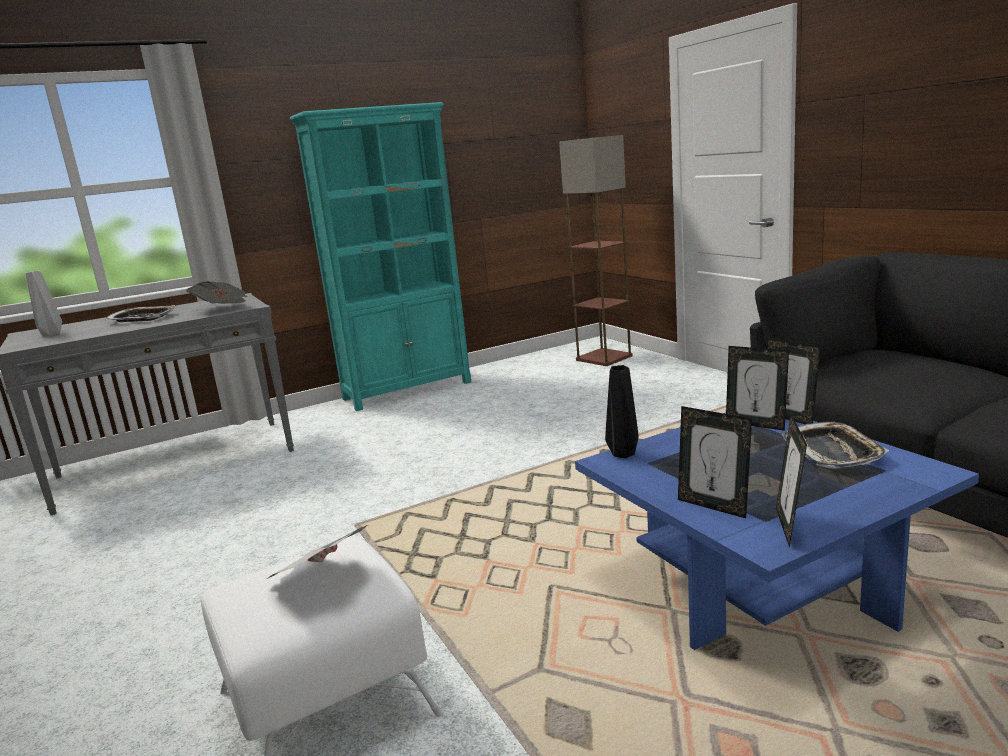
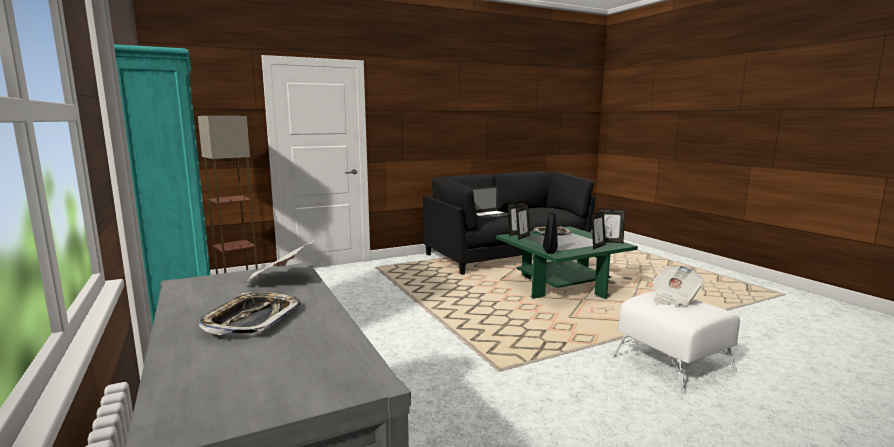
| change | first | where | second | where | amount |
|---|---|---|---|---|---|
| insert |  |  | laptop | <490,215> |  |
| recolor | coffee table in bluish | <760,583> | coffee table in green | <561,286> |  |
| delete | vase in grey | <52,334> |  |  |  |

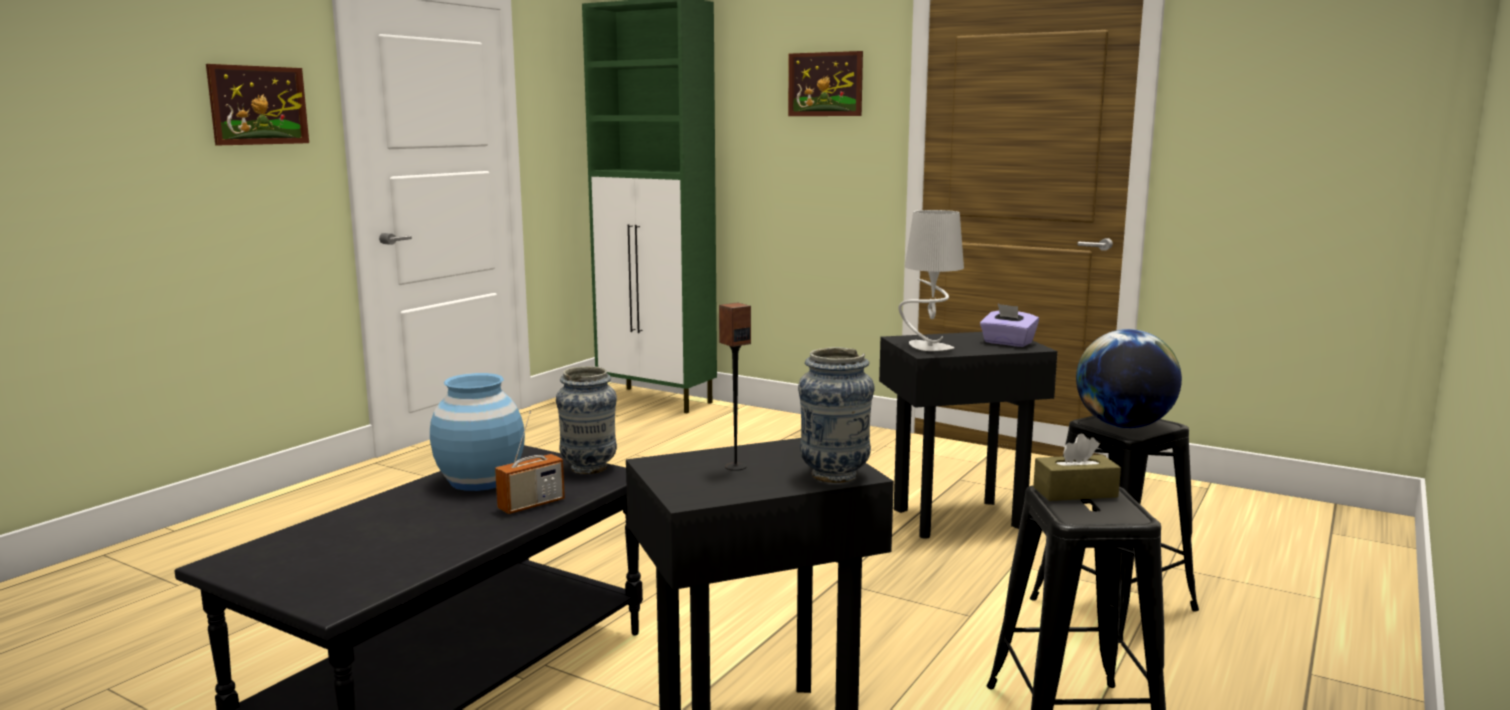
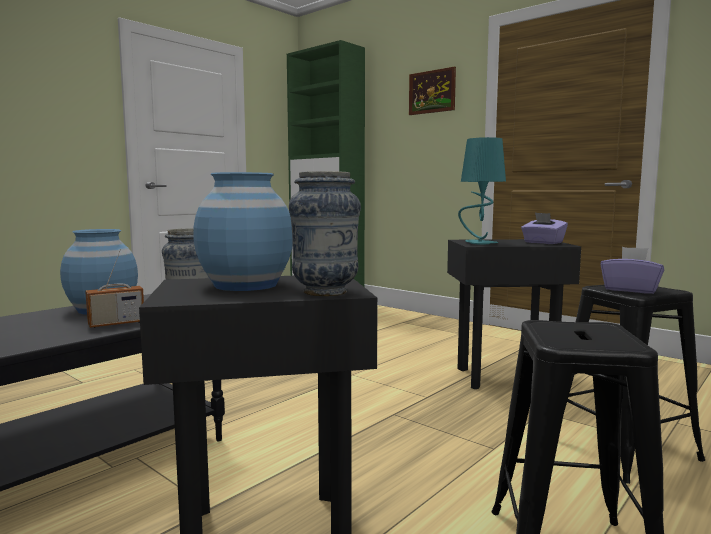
| change | first | where | second | where | amount |
|---|---|---|---|---|---|
| replace | audio speaker | <735,467> | vase in bluish | <245,285> |  |
| recolor | lamp for a table in grey | <927,348> | lamp for a table in turquoise | <478,243> |  |
| replace | world globe | <1123,426> | box of tissues in purple-coloured | <630,290> |  |
| delete | picture | <258,105> |  |  |  |
| delete | box of tissues in brown | <1075,492> |  |  |  |

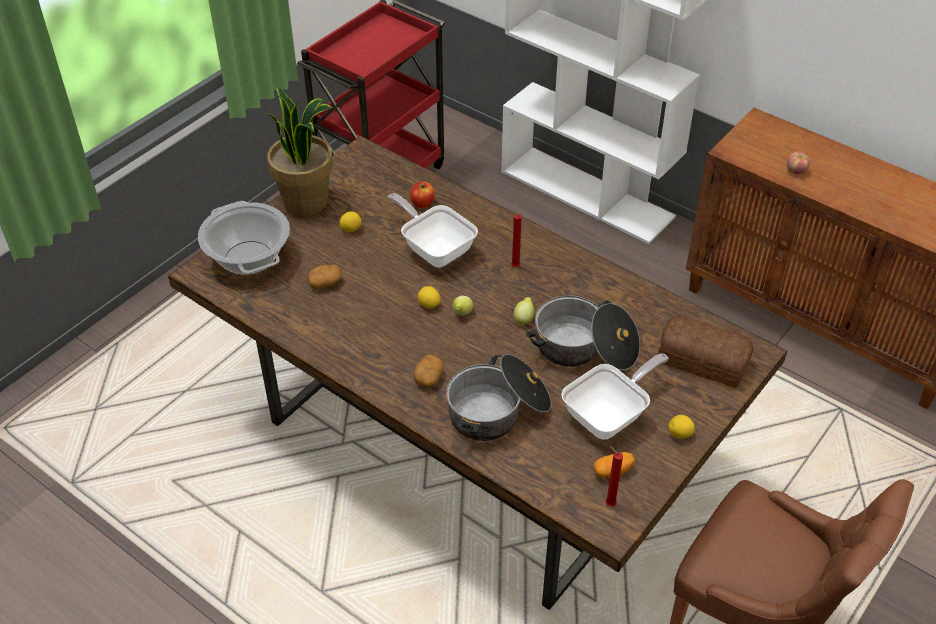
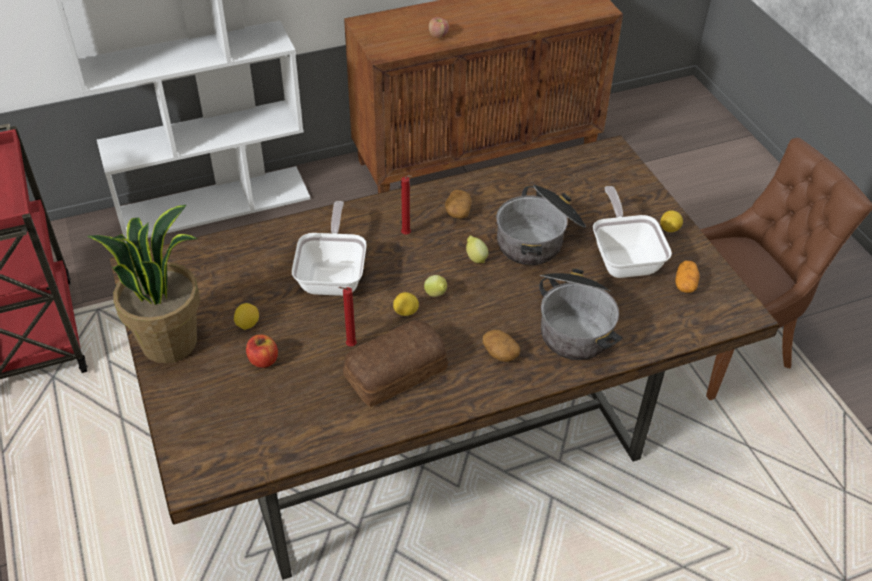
| change | first | where | second | where | amount |
|---|---|---|---|---|---|
| move | apple fruit | <422,203> |  | <263,360> |  |
| rotate | skillet | <435,249> |  | <333,275> | 105 degrees clockwise |
| move | wax candle in red | <608,503> |  | <349,346> |  |
| move | bakery bread | <702,359> |  | <393,372> |  |
| move | potato | <325,283> |  | <458,211> |  |
| delete | cooking pot | <249,258> |  |  |  |

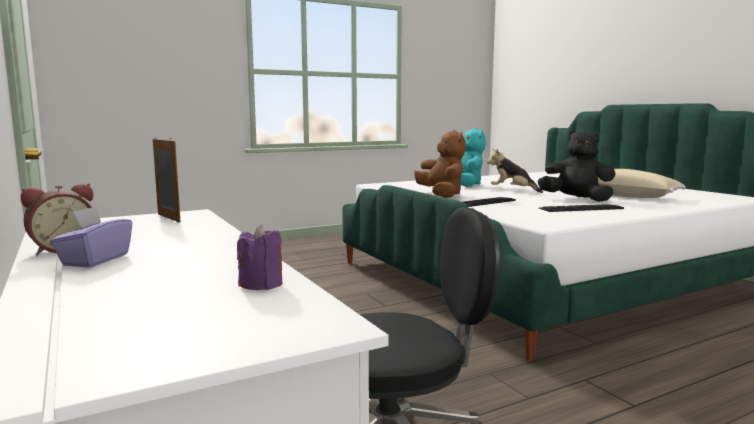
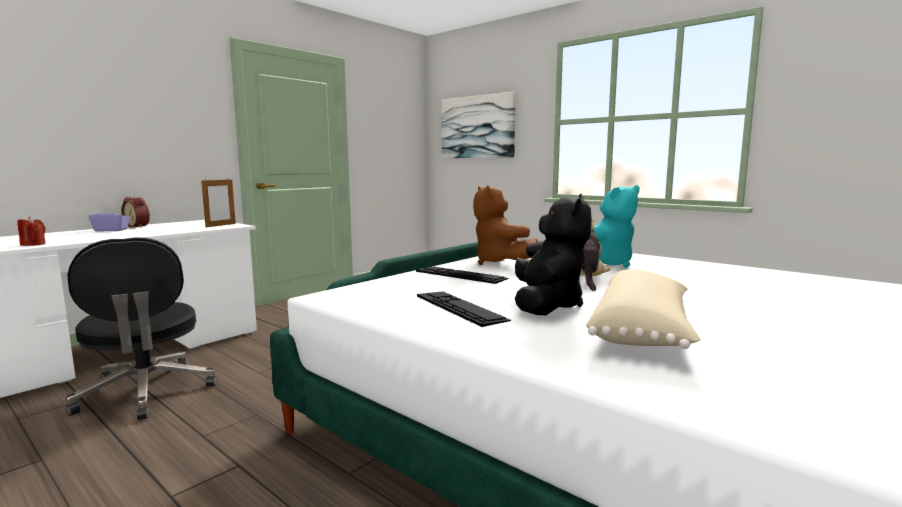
| change | first | where | second | where | amount |
|---|---|---|---|---|---|
| recolor | wax candle in purple-coloured | <261,284> | wax candle in red | <33,244> |  |
| insert |  |  | picture | <477,127> |  |
| rotate | cuddly toy in brown | <441,195> |  | <499,263> | 105 degrees clockwise |

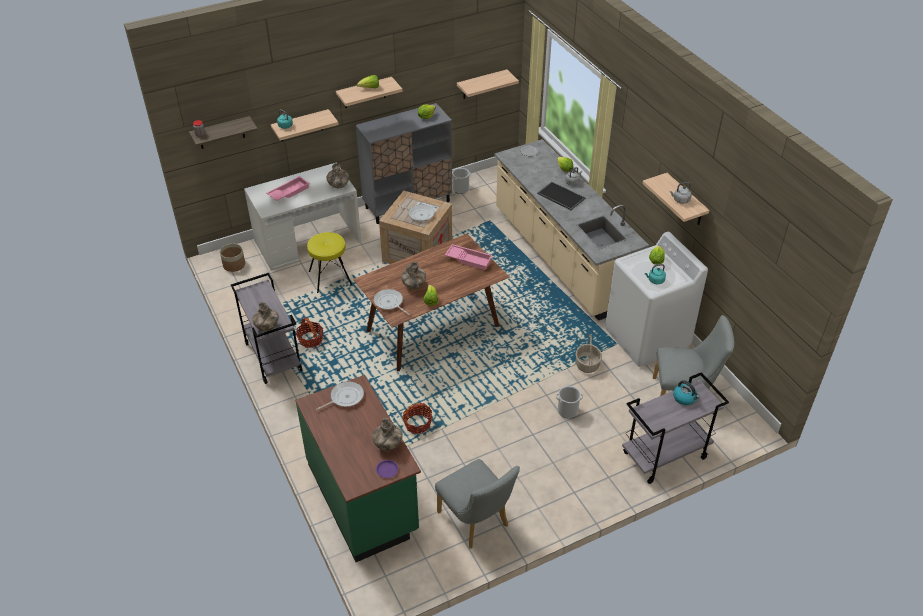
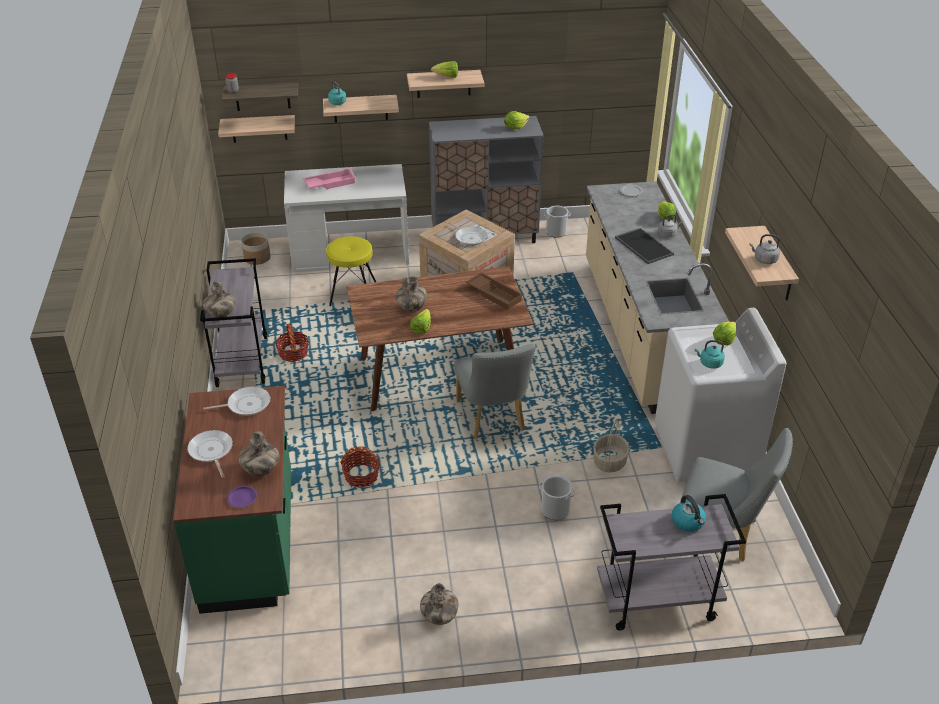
| change | first | where | second | where | amount |
|---|---|---|---|---|---|
| move | skillet | <389,303> |  | <211,451> |  |
| move | bracket shelf | <481,84> |  | <259,128> |  |
| move | vase | <338,186> |  | <440,616> |  |
| move | upright chair in grey | <476,522> |  | <492,419> |  |
| recolor | tray in pink | <469,259> | tray in brown | <495,294> |  |

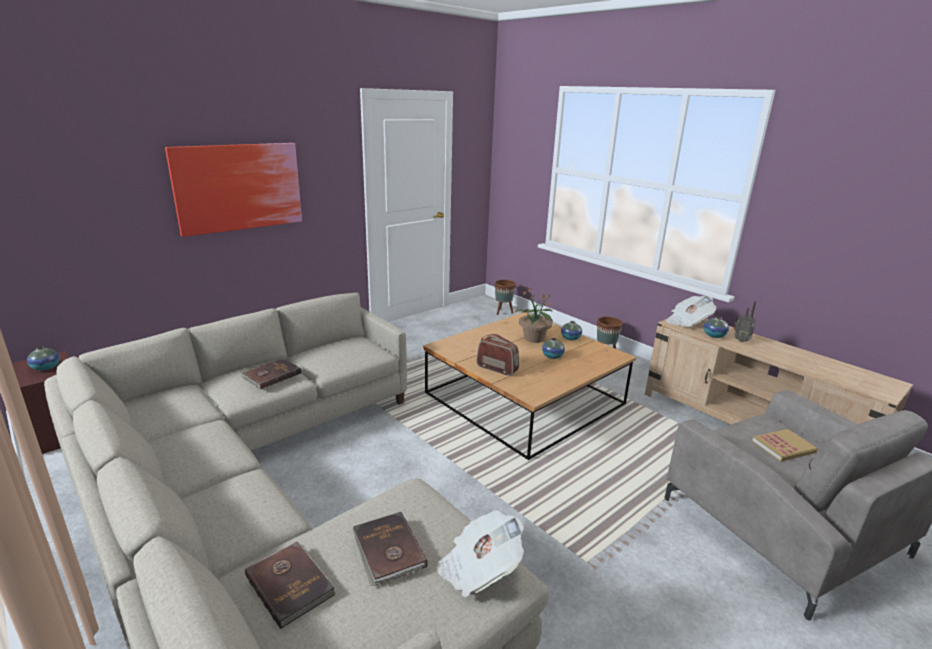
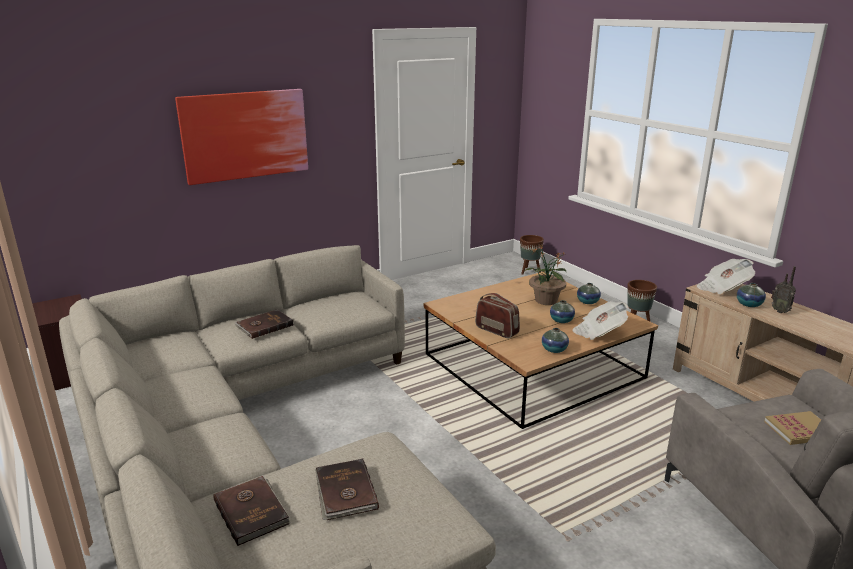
| change | first | where | second | where | amount |
|---|---|---|---|---|---|
| move | vase | <46,367> |  | <554,349> |  |
| move | newspaper | <479,568> |  | <598,332> |  |

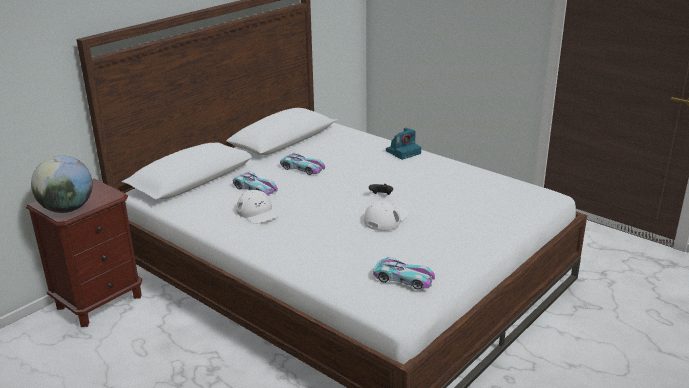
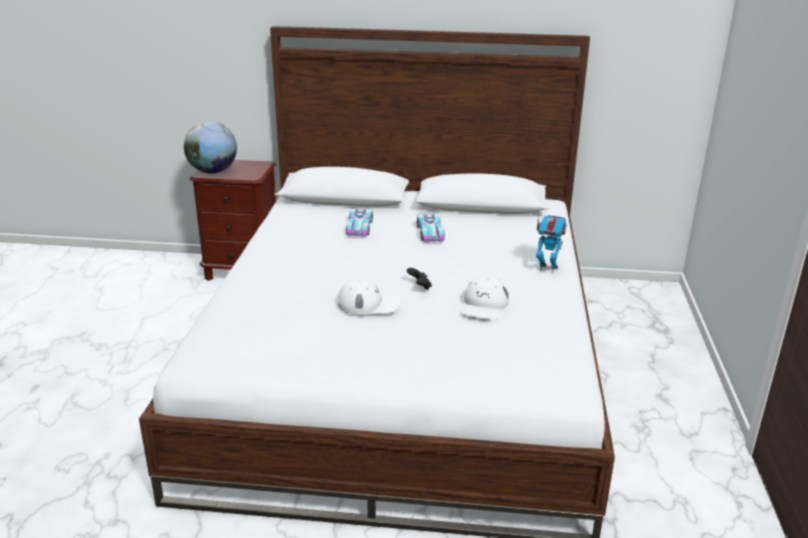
| change | first | where | second | where | amount |
|---|---|---|---|---|---|
| move | cap in whitish | <258,212> |  | <484,305> |  |
| replace | still camera | <403,152> | robot figure | <547,268> |  |
| delete | toy car | <403,278> |  |  |  |

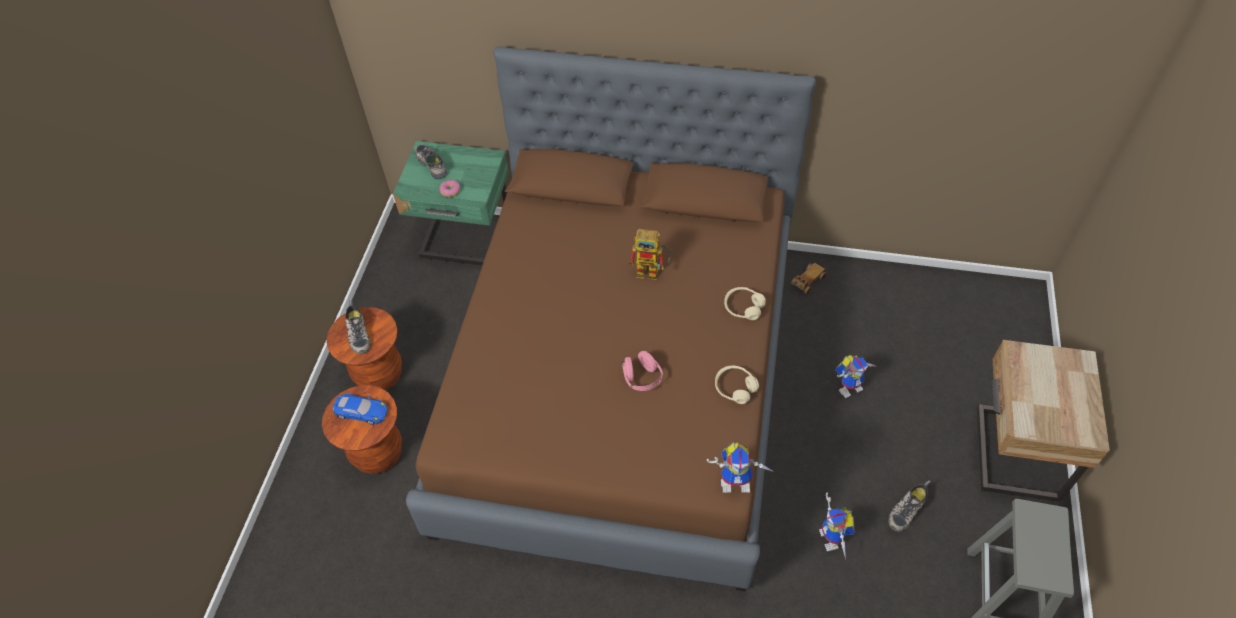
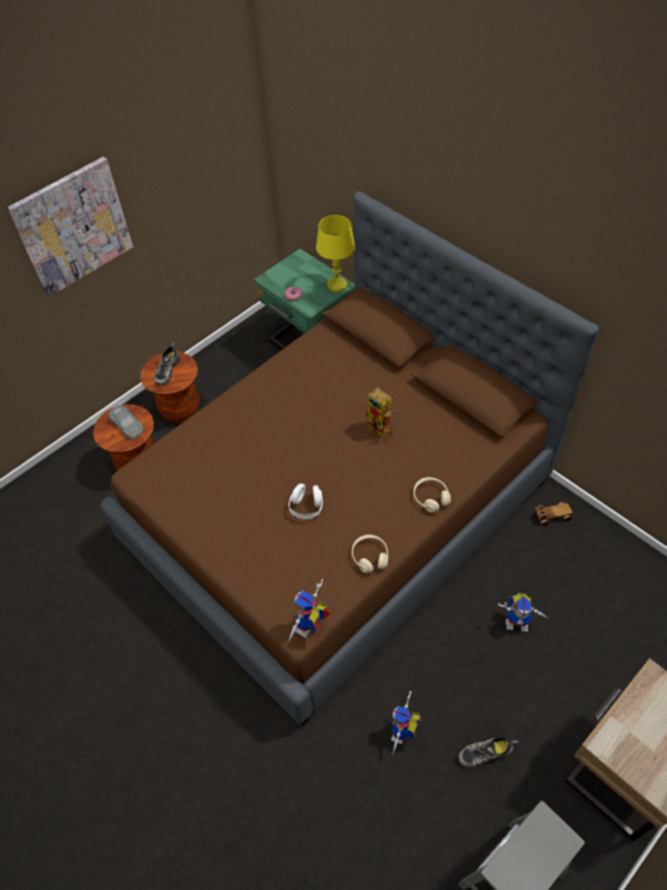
| change | first | where | second | where | amount |
|---|---|---|---|---|---|
| insert |  |  | picture | <73,227> |  |
| recolor | toy car in bluish | <361,411> | toy car in grey | <127,424> |  |
| rotate | robot figure | <737,481> |  | <310,629> | 90 degrees clockwise |
| recolor | headset in pink | <642,378> | headset in whitish | <306,507> |  |
| insert |  |  | lamp for a table in yellow-coloured | <337,285> |  |
| delete | item of footwear | <433,164> |  |  |  |

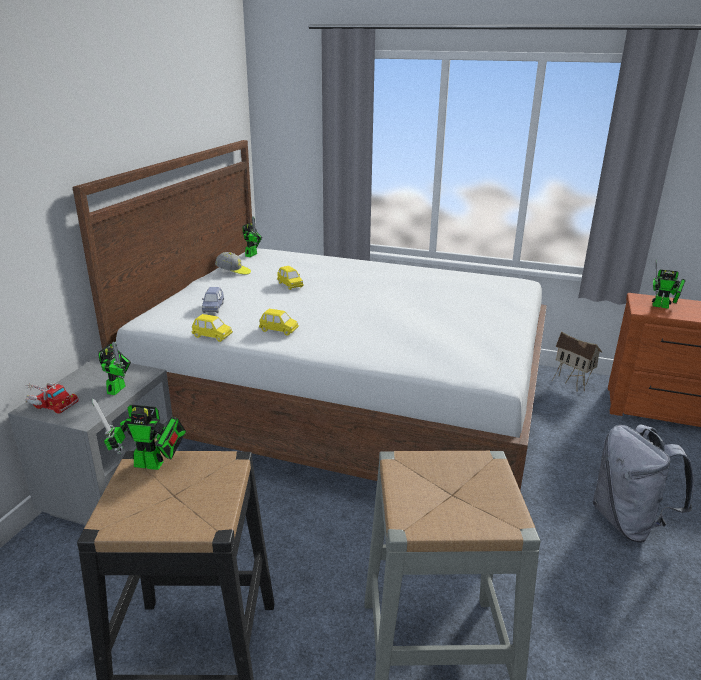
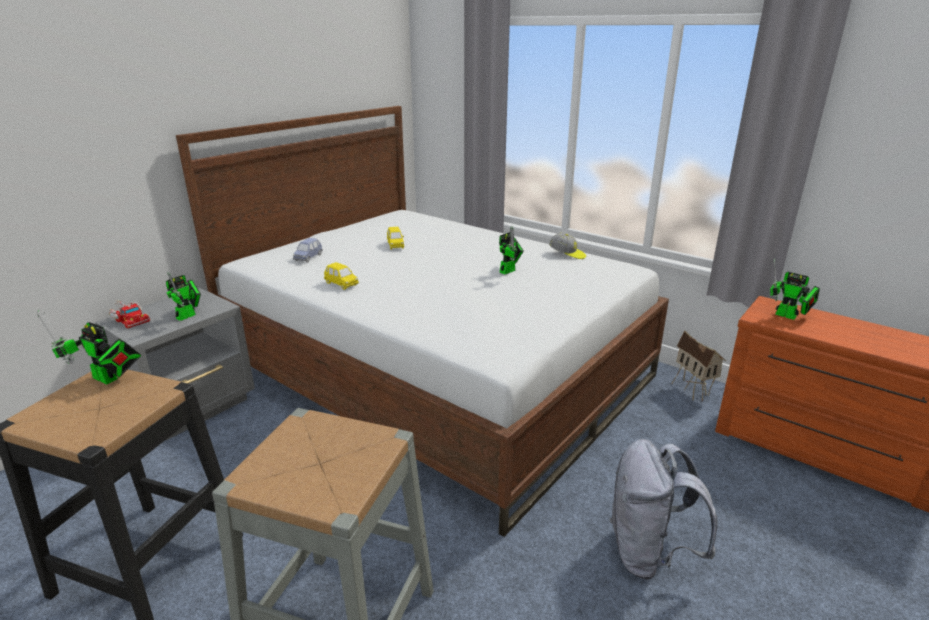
| change | first | where | second | where | amount |
|---|---|---|---|---|---|
| move | robot figure | <252,254> |  | <509,270> |  |
| move | cap | <233,271> |  | <567,254> |  |
| delete | toy car in yellow-coloured | <212,336> |  |  |  |

